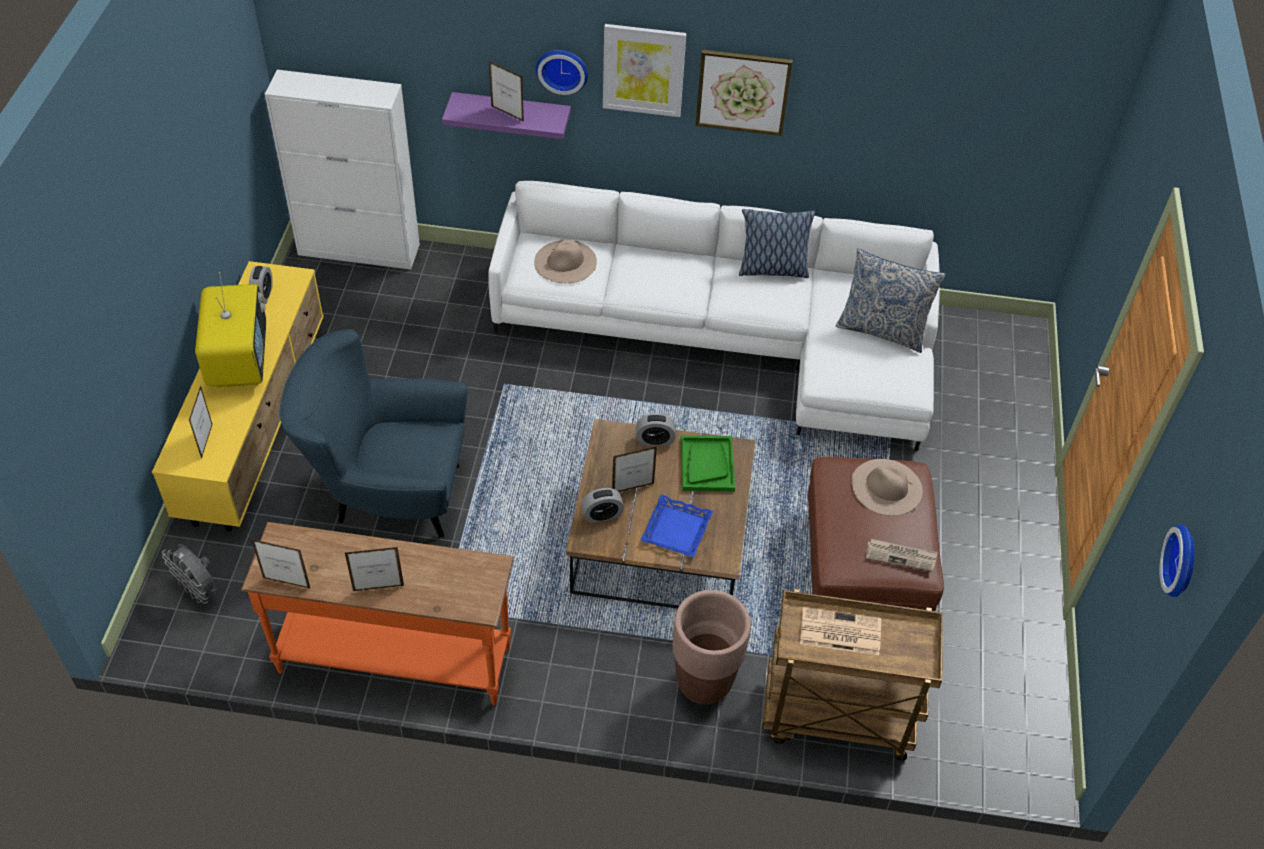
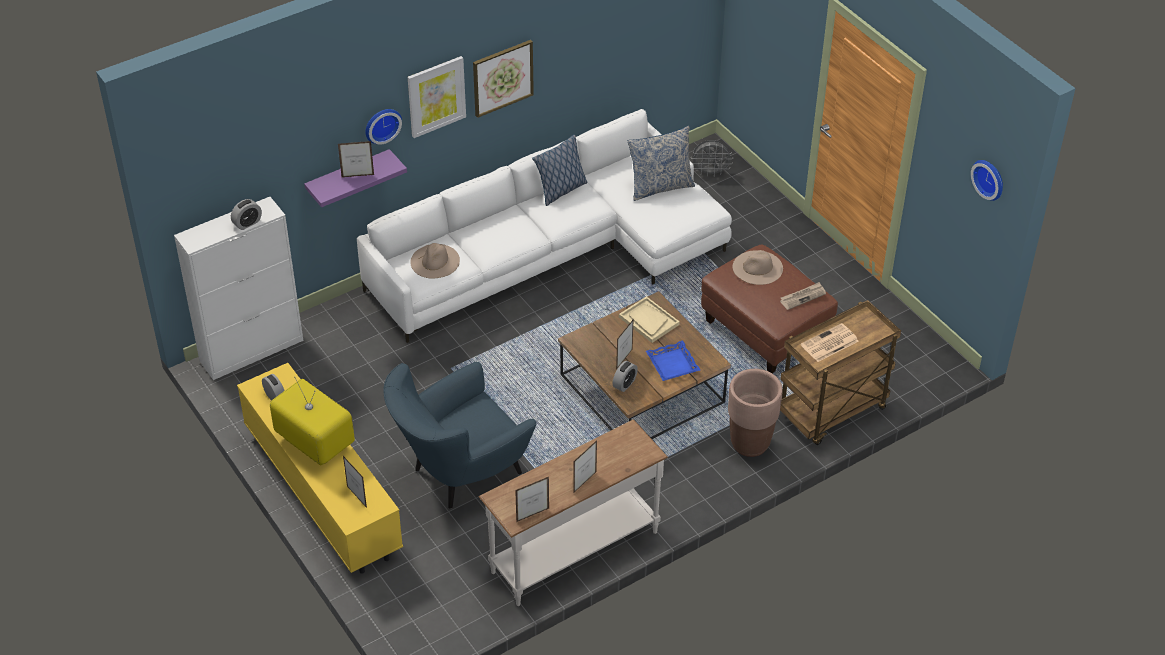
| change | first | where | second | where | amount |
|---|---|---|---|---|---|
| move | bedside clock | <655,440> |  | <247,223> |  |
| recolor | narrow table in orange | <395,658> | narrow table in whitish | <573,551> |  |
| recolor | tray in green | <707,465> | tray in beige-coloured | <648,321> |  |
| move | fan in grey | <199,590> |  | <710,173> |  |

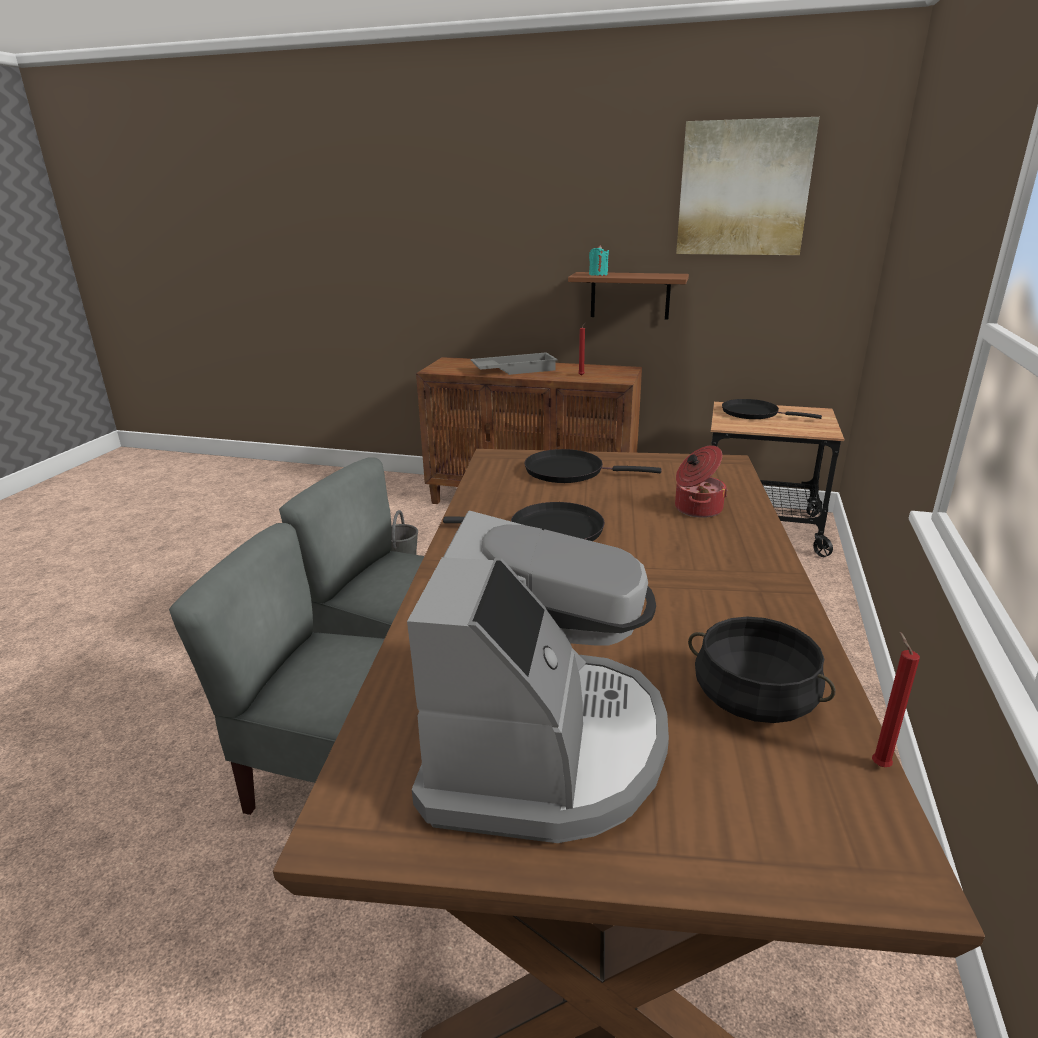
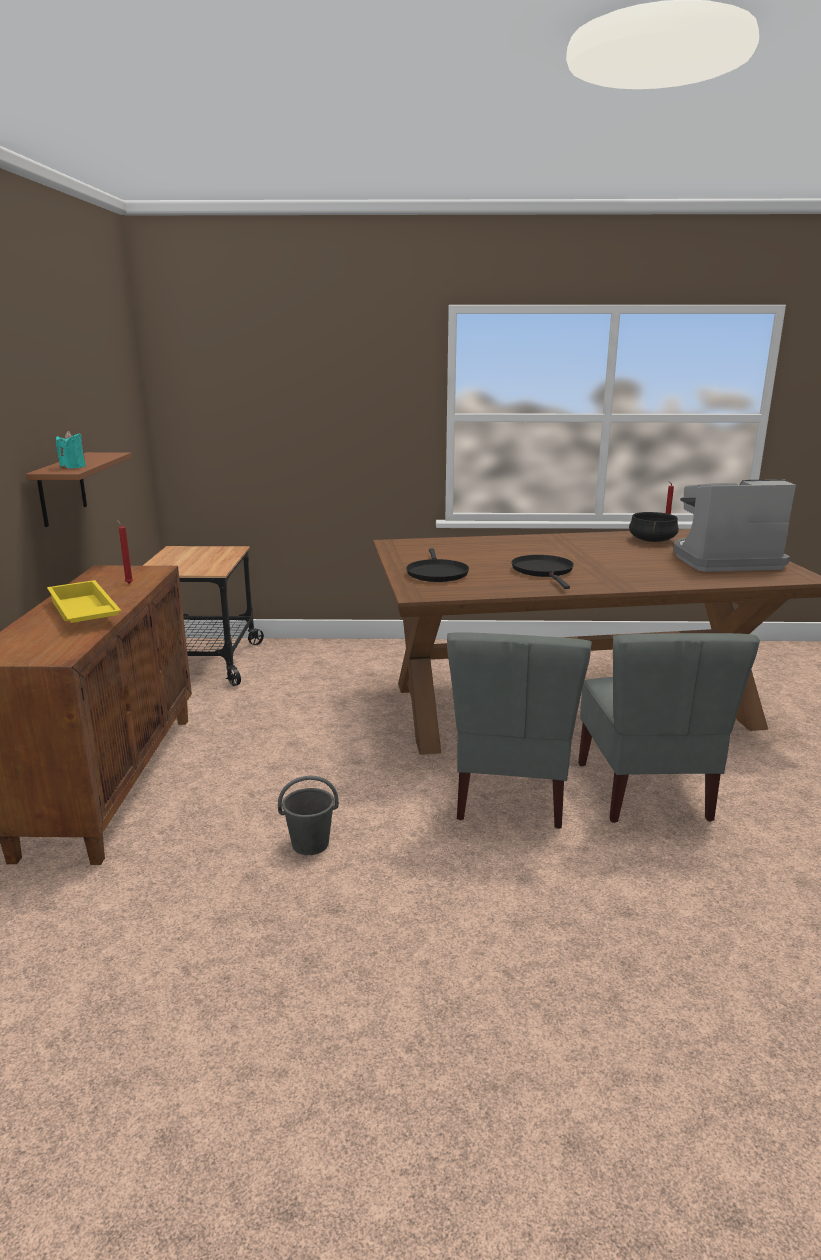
| change | first | where | second | where | amount |
|---|---|---|---|---|---|
| recolor | tray in grey | <514,369> | tray in yellow-coloured | <82,613> |  |
| delete | cooking pot | <696,508> |  |  |  |
| delete | picture | <743,189> |  |  |  |
| delete | skillet in black-coloured | <754,413> |  |  |  |

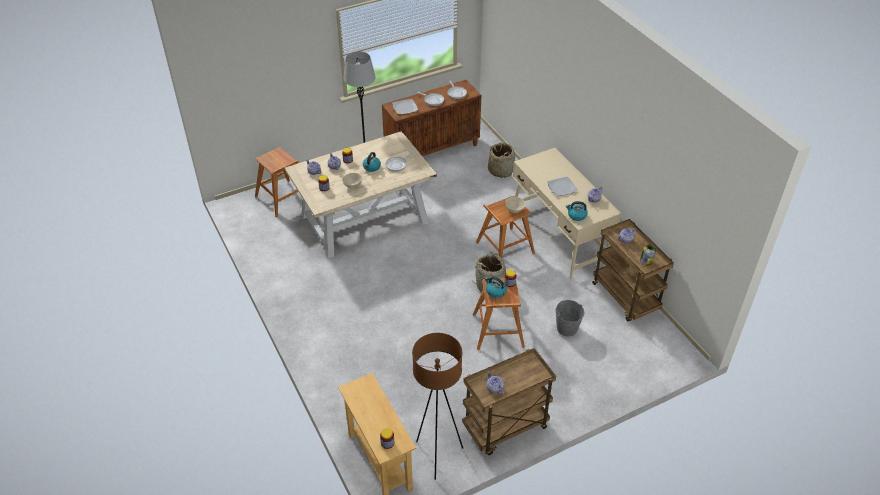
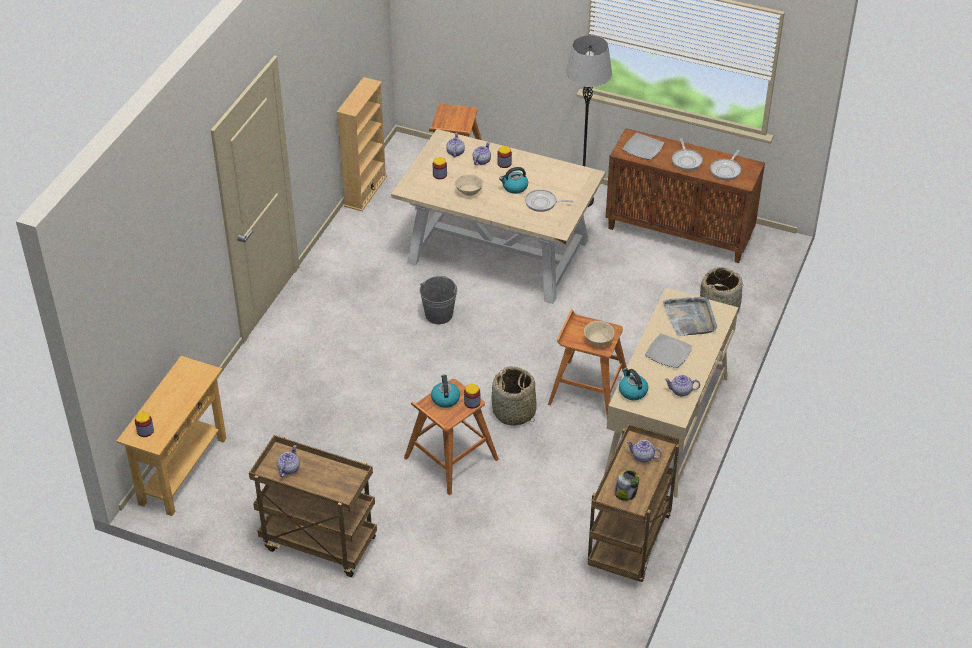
| change | first | where | second | where | amount |
|---|---|---|---|---|---|
| insert |  |  | bookcase in beige-coloured | <365,191> |  |
| move | water bucket in grey | <567,328> |  | <439,314> |  |
| insert |  |  | tray in grey | <690,318> |  |
| delete | standing lamp in brown | <437,455> |  |  |  |

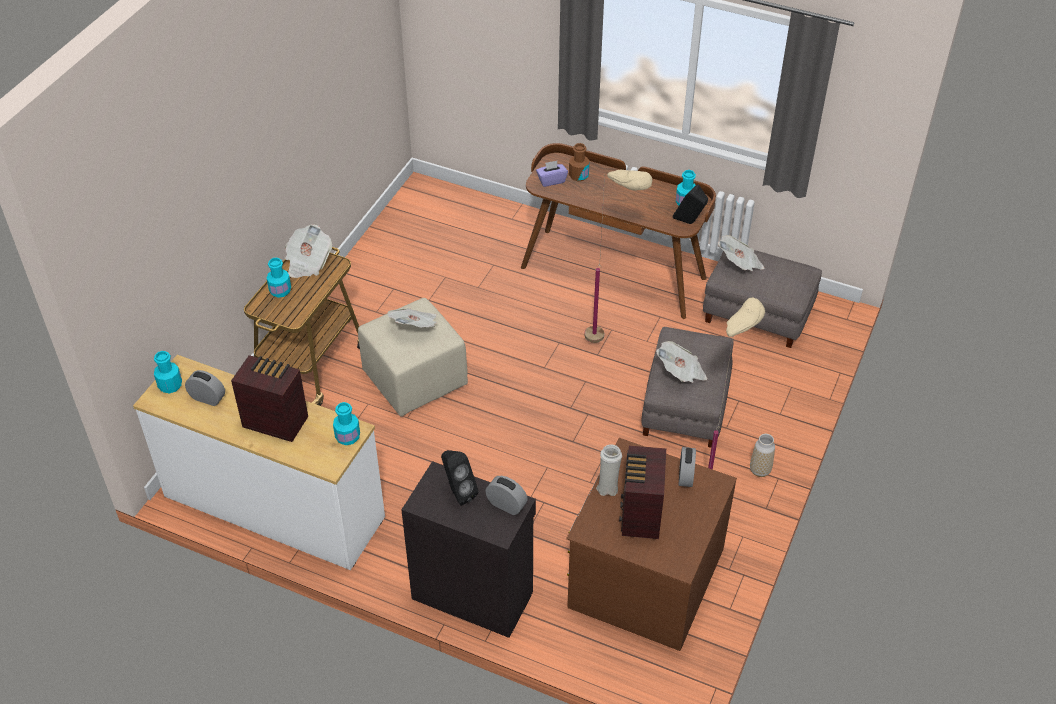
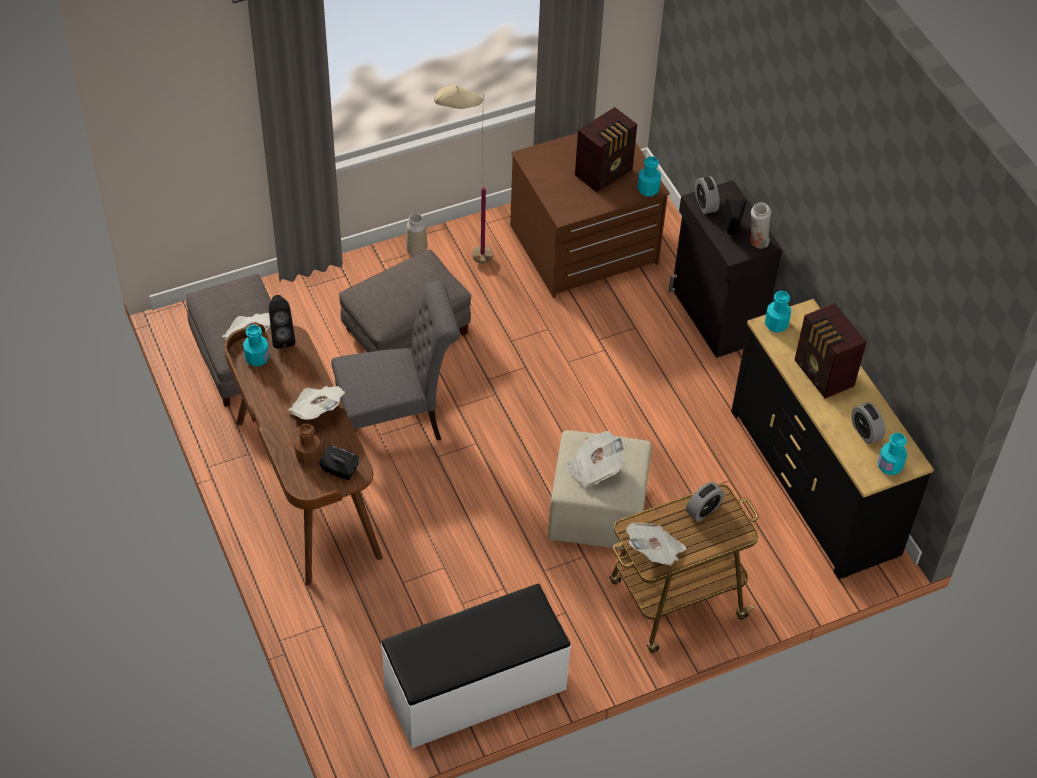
| change | first | where | second | where | amount |
|---|---|---|---|---|---|
| move | newspaper | <681,372> |  | <317,410> |  |
| recolor | box of tissues in purple-coloured | <551,180> | box of tissues in black-coloured | <339,470> |  |
| replace | standing lamp in beige-coloured | <610,344> | upright chair in grey | <397,423> |  |
| insert |  |  | long seat in whitish | <476,689> |  |
| move | beverage bottle in turquoise | <280,291> |  | <648,189> |  |
| move | bedside clock | <685,476> |  | <703,510> |  |
| recolor | drawer chest in whitish | <273,507> | drawer chest in black-coloured | <814,481> |  |
| move | vase in whitish | <608,487> |  | <757,242> |  |

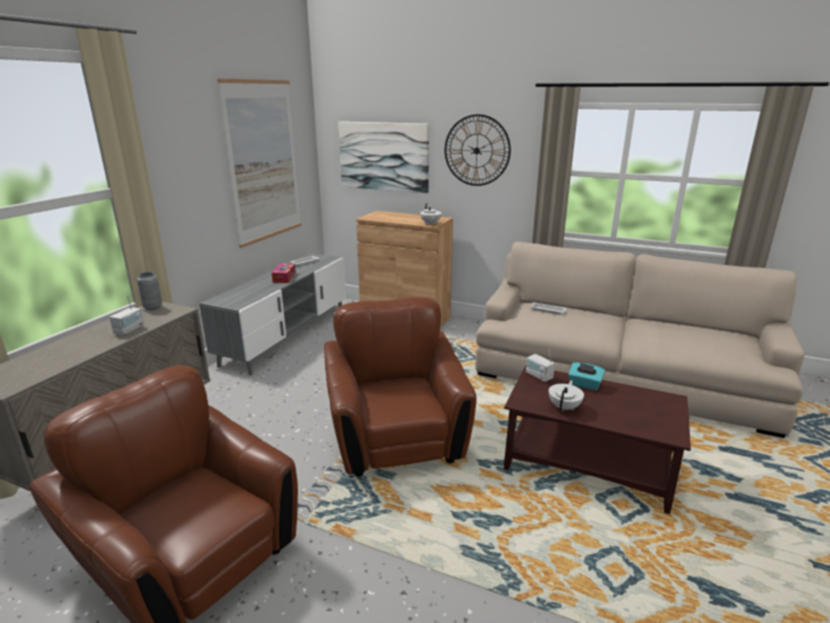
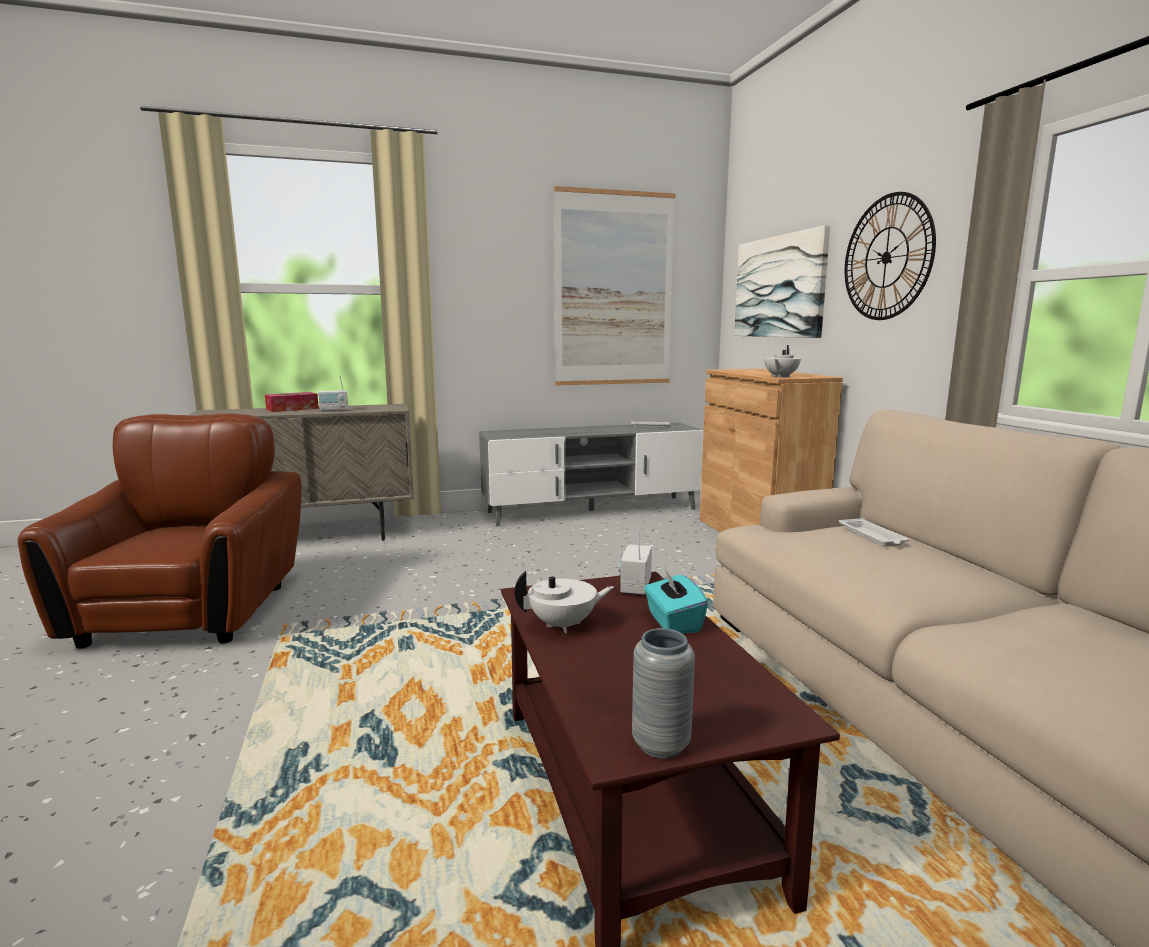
| change | first | where | second | where | amount |
|---|---|---|---|---|---|
| move | box of tissues | <284,277> |  | <292,409> |  |
| move | vase in grey | <153,307> |  | <661,744> |  |
| delete | armchair in brown | <396,438> |  |  |  |

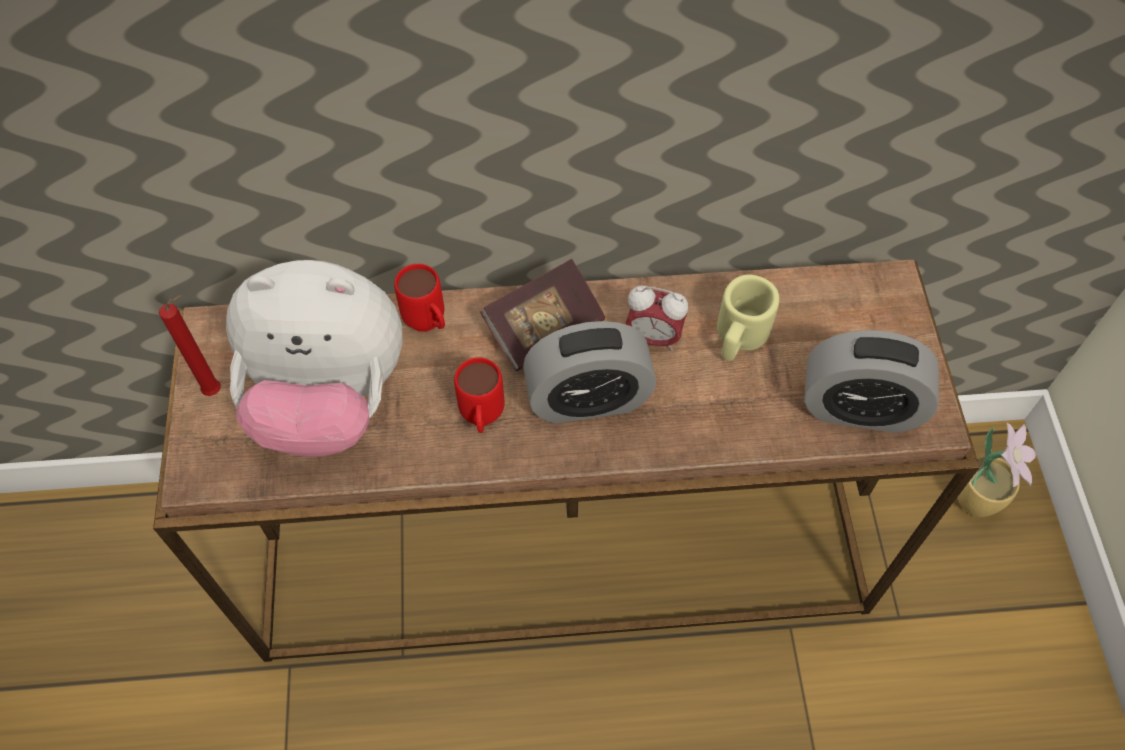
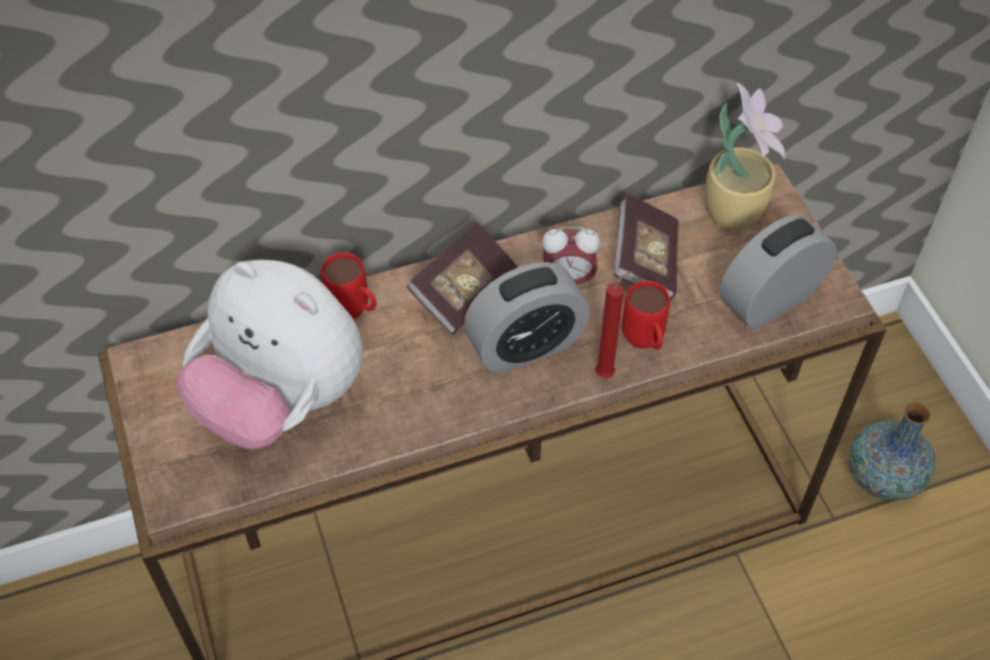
| change | first | where | second | where | amount |
|---|---|---|---|---|---|
| rotate | cuddly toy | <329,400> |  | <281,400> | 45 degrees clockwise |
| move | wax candle in red | <216,391> |  | <607,373> |  |
| replace | coffee mug in beige-coloured | <739,336> | bound book | <645,261> |  |
| move | coffee mug in red | <482,420> |  | <645,343> |  |
| move | plant in a pot | <978,497> |  | <734,210> |  |
| rotate | bedside clock | <859,408> |  | <770,300> | 150 degrees clockwise |
| insert |  |  | vase | <882,477> |  |

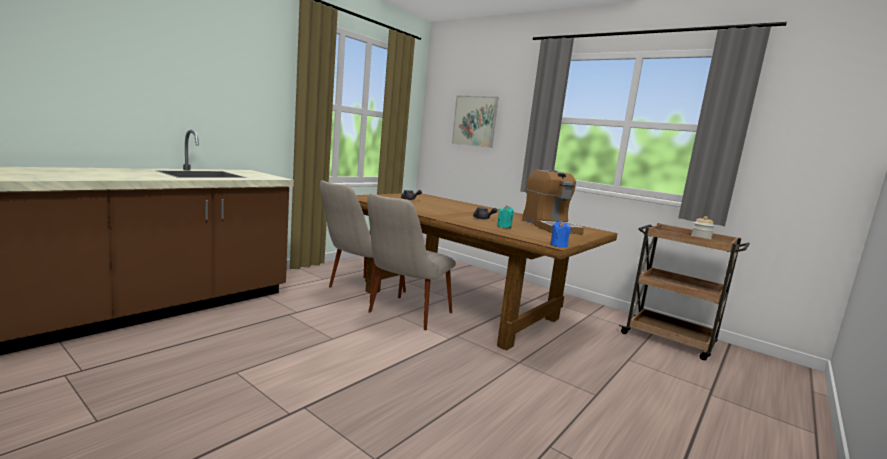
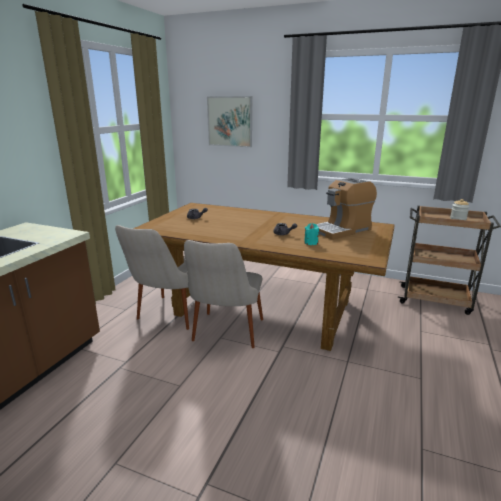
| change | first | where | second | where | amount |
|---|---|---|---|---|---|
| rotate | coffee brewer | <550,226> |  | <342,230> | 90 degrees clockwise |
| delete | wax candle in bluish | <558,245> |  |  |  |

